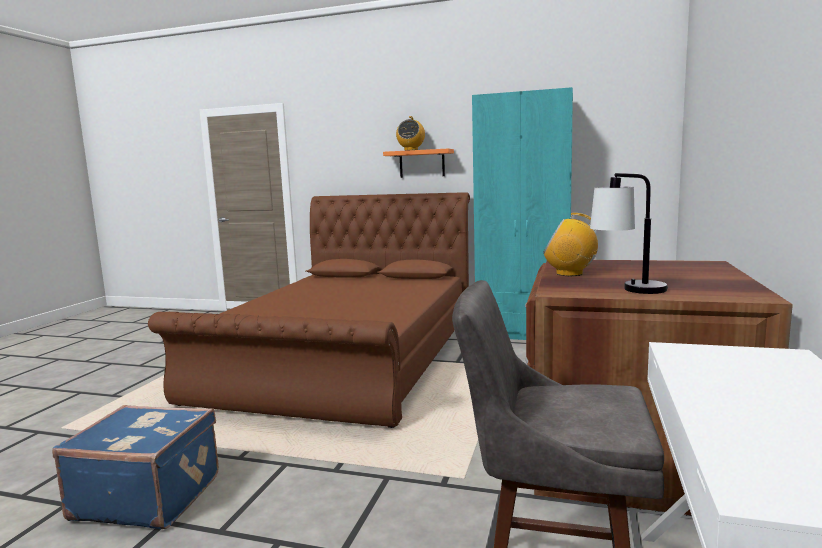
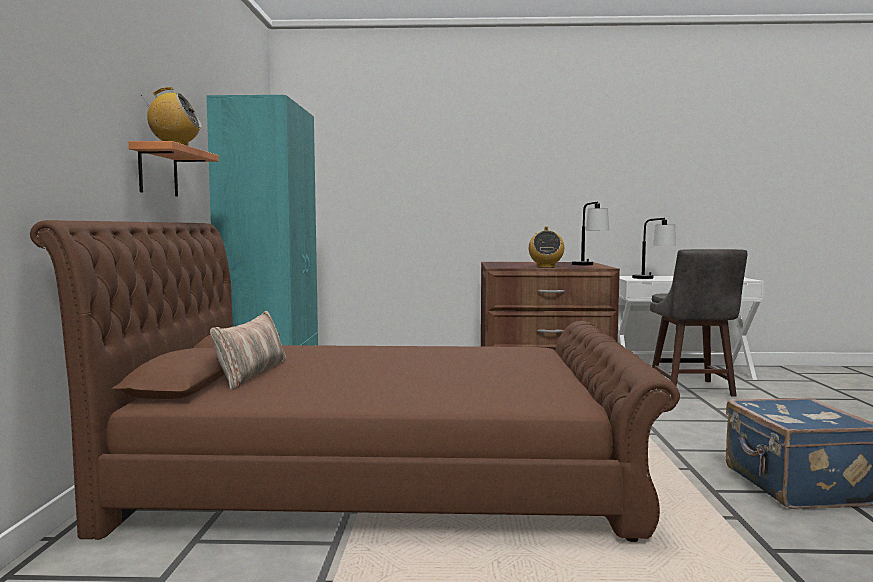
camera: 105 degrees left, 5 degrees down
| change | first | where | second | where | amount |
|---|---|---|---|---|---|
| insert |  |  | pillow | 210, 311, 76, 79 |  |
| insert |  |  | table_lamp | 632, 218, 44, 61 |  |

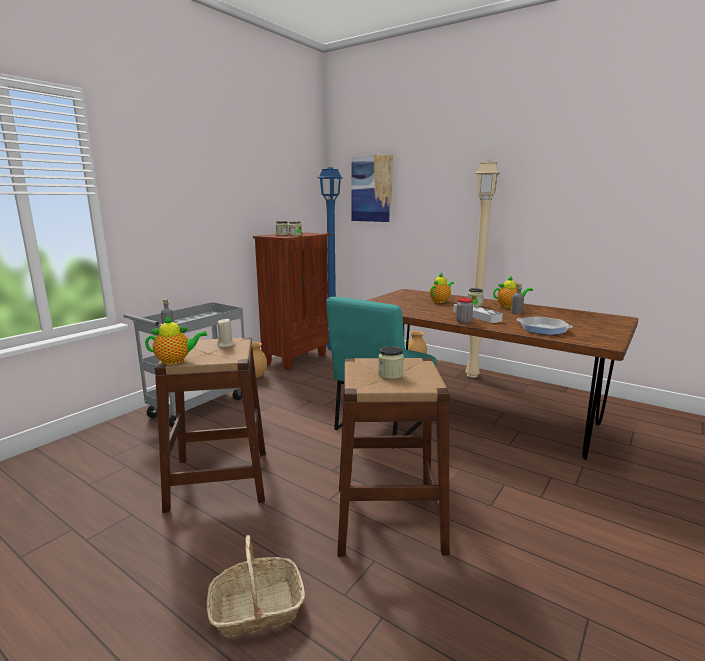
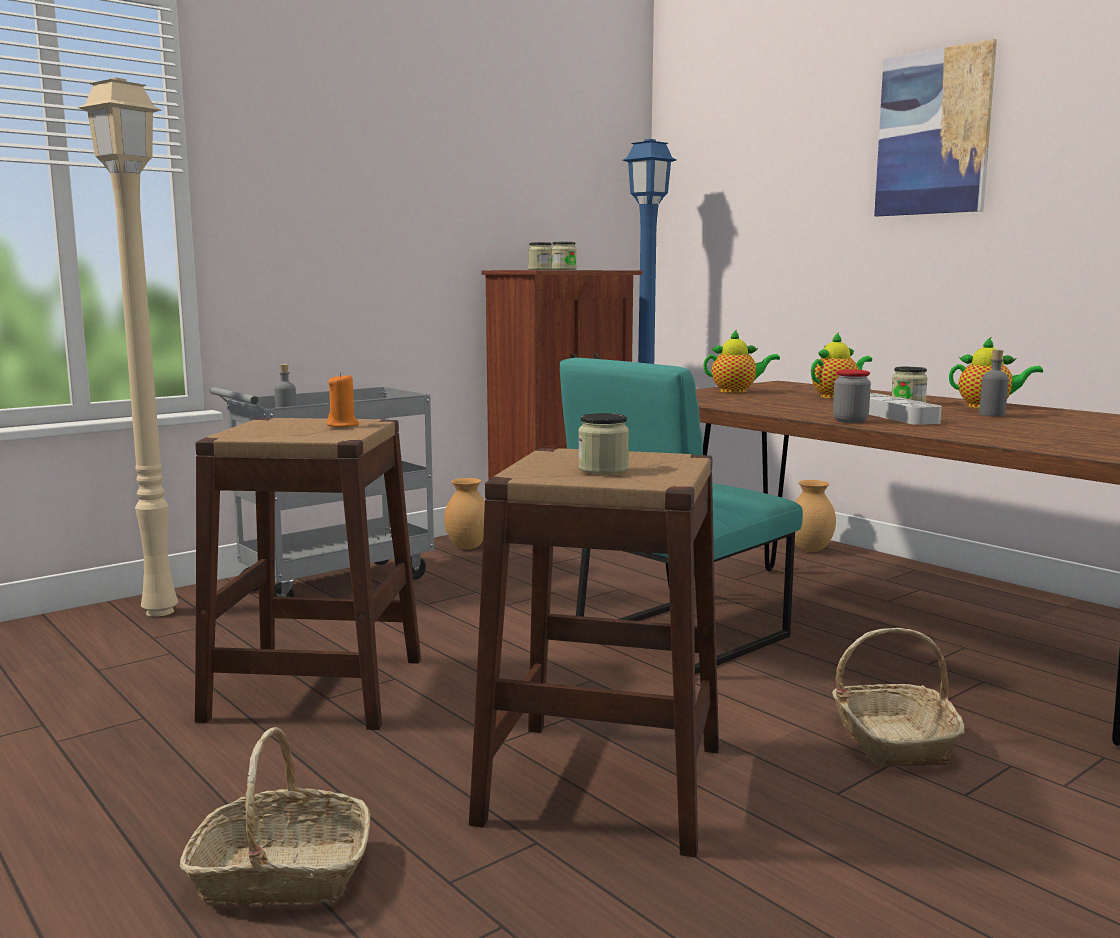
camera: 15 degrees right, 5 degrees down
| change | first | where | second | where | amount |
|---|---|---|---|---|---|
| move | beige-coloured_standing_lamp | 465, 161, 35, 217 |  | 78, 77, 100, 540 |  |
| recolor | beige-coloured_wax_candle | 217, 319, 18, 28 | orange_wax_candle | 327, 373, 32, 54 |  |
| move | tea_pot | 145, 316, 62, 49 |  | 703, 330, 77, 63 |  |
| insert |  |  | storage_basket | 832, 628, 132, 139 |  |
| move | picture | 351, 154, 42, 68 |  | 874, 39, 123, 177 |  |
| delete | skillet | 517, 316, 56, 19 |  |  |  |

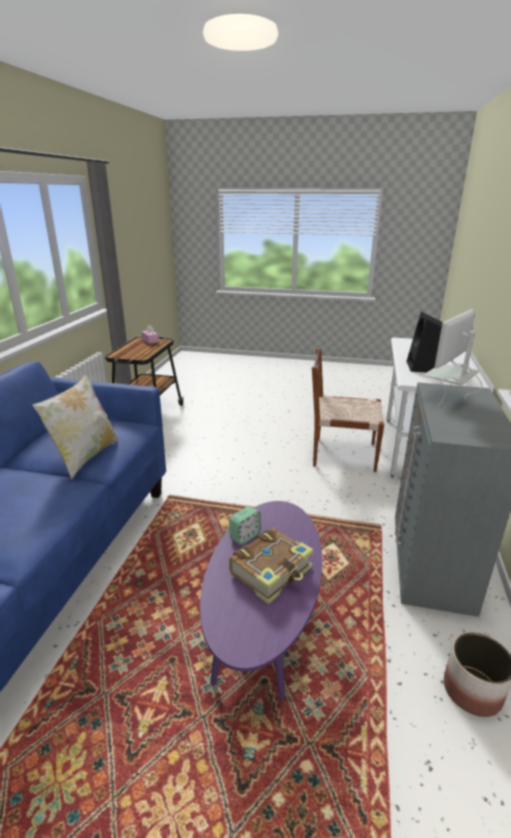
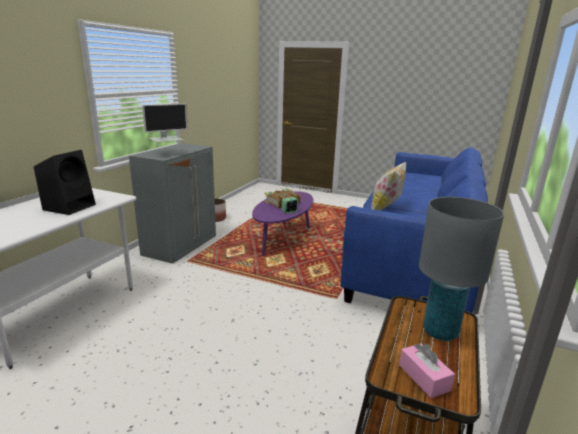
camera: 170 degrees left, 5 degrees down
| change | first | where | second | where | amount |
|---|---|---|---|---|---|
| insert |  |  | gray_table_lamp | 419, 197, 85, 144 |  |
| delete | upright_chair | 312, 348, 72, 124 |  |  |  |

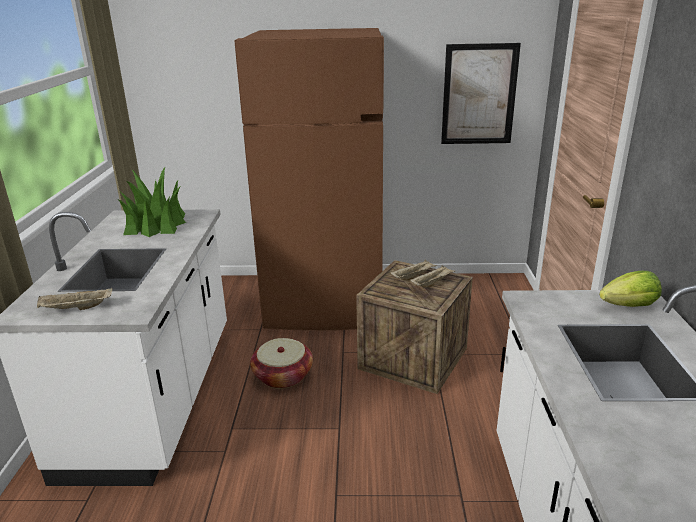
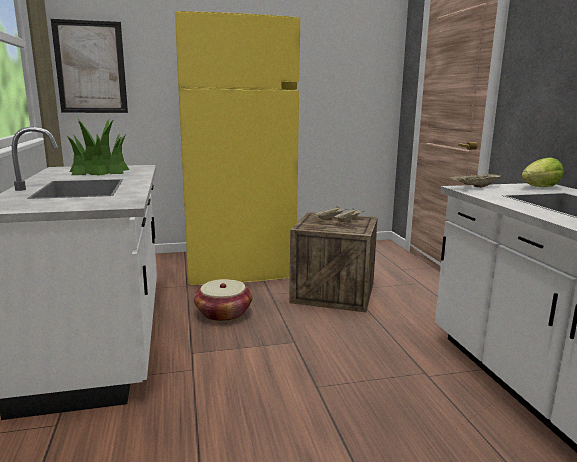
camera: 15 degrees left, 10 degrees down
| change | first | where | second | where | amount |
|---|---|---|---|---|---|
| move | picture | 441, 43, 80, 101 |  | 51, 19, 77, 94 |  |
| recolor | brown-coloured_fridge | 235, 28, 149, 303 | yellow-coloured_fridge | 175, 11, 125, 274 |  |
| move | beige-coloured_serving_tray | 37, 287, 76, 23 |  | 450, 172, 52, 16 |  |

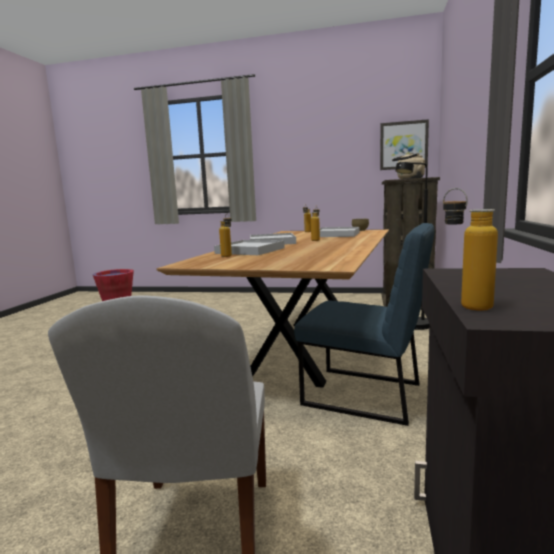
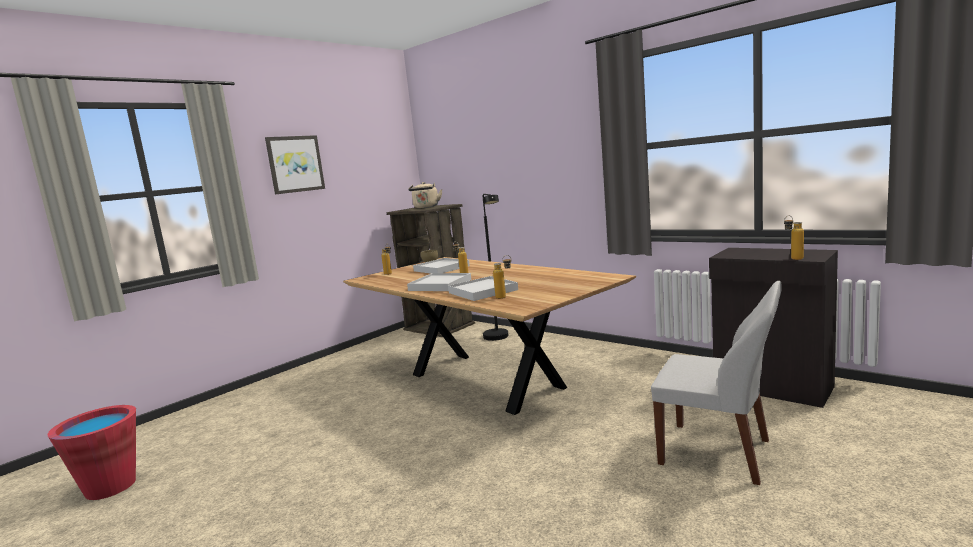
camera: 60 degrees left, 0 degrees up
| change | first | where | second | where | amount |
|---|---|---|---|---|---|
| move | picture | 380, 119, 49, 51 |  | 265, 135, 60, 59 |  |
| delete | blue-coloured_upright_chair | 294, 223, 141, 203 |  |  |  |

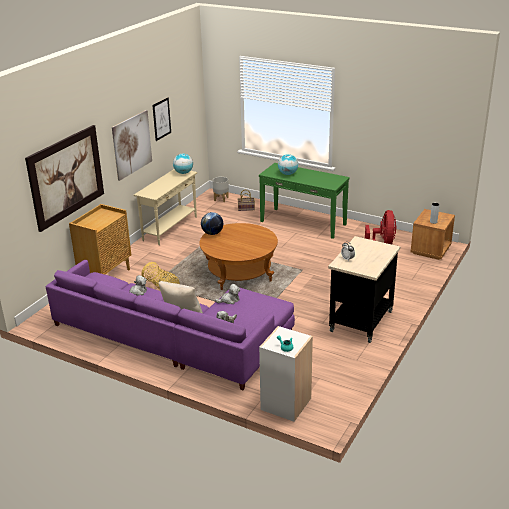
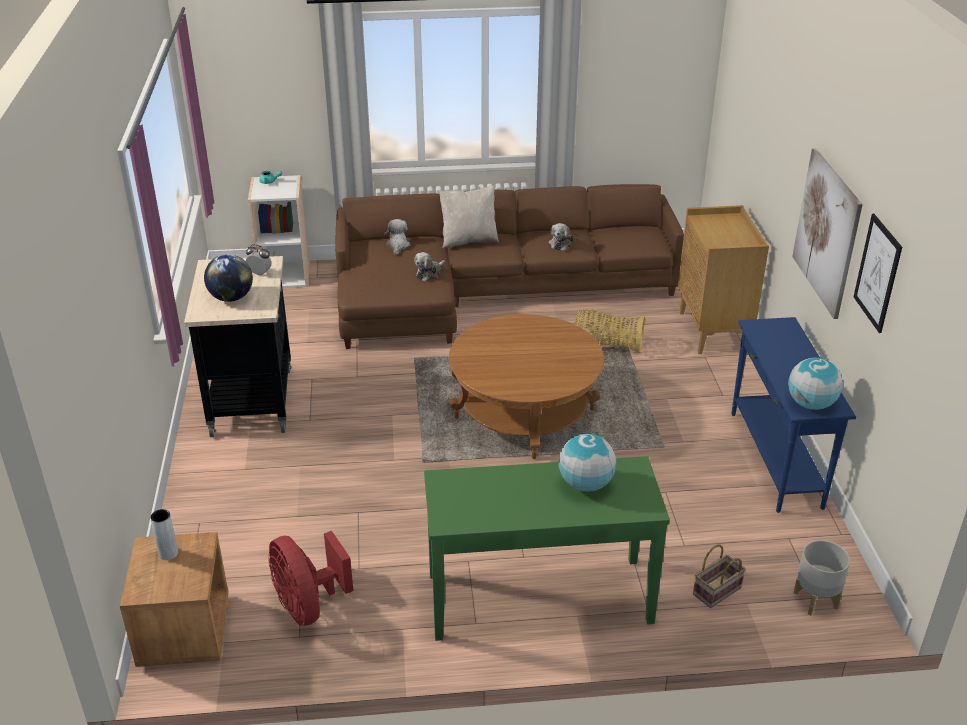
camera: 145 degrees right, 5 degrees up
| change | first | where | second | where | amount |
|---|---|---|---|---|---|
| move | world_globe | 201, 212, 22, 23 |  | 204, 254, 49, 48 |  |
| recolor | purple-coloured_sofa | 46, 260, 249, 130 | brown-coloured_sofa | 335, 184, 349, 165 |  |
| recolor | beige-coloured_hall_table | 134, 169, 63, 76 | blue-coloured_hall_table | 731, 317, 125, 196 |  |
| delete | picture | 25, 125, 79, 107 |  |  |  |

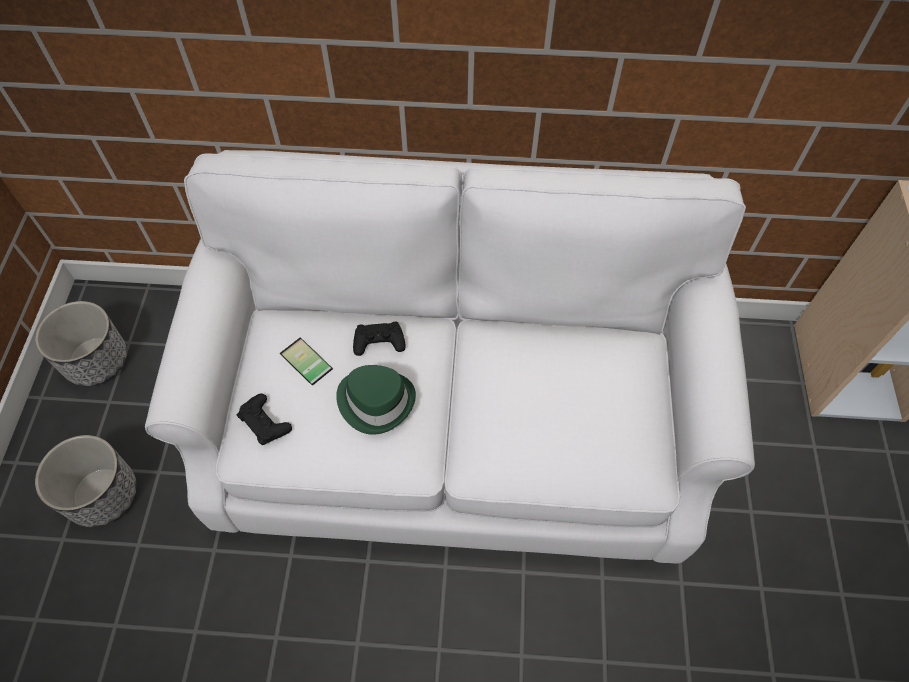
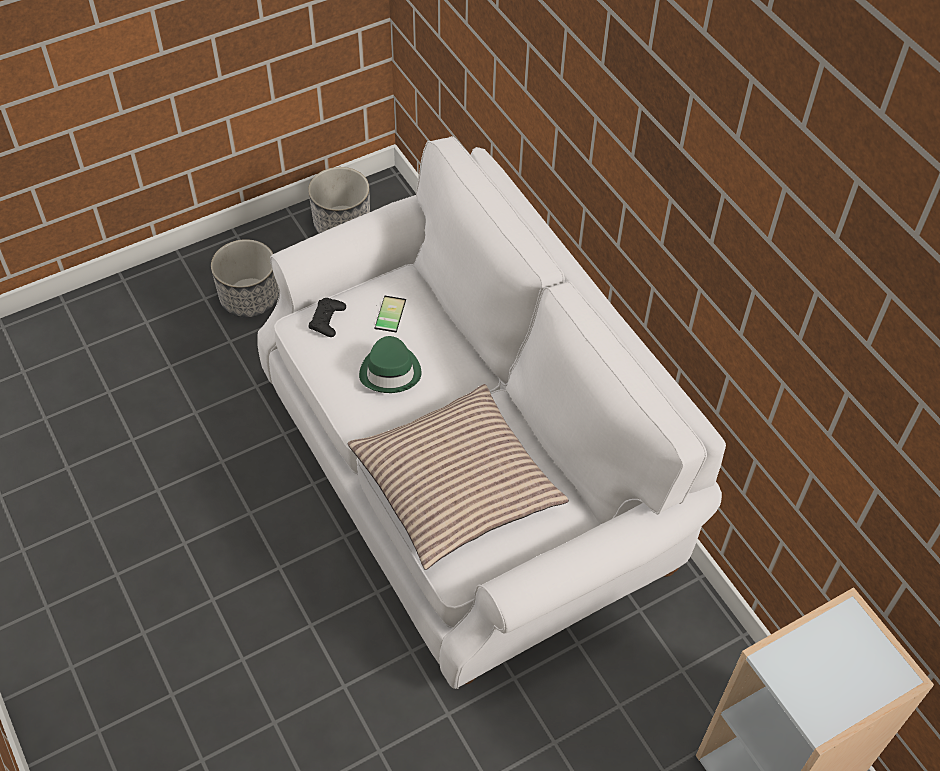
camera: 55 degrees right, 5 degrees down
| change | first | where | second | where | amount |
|---|---|---|---|---|---|
| insert |  |  | pillow | 348, 384, 221, 186 |  |
| delete | black-coloured_gamepad | 353, 322, 52, 34 |  |  |  |

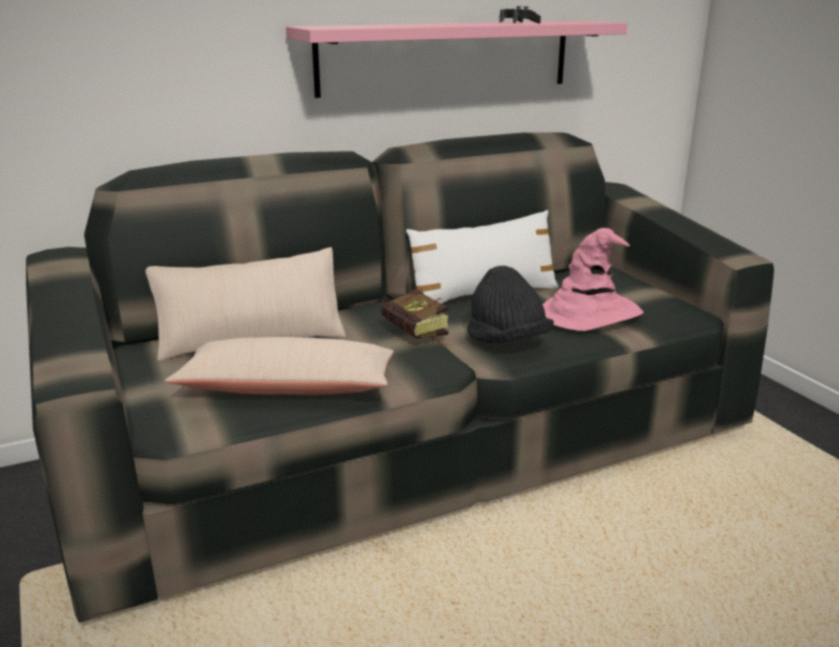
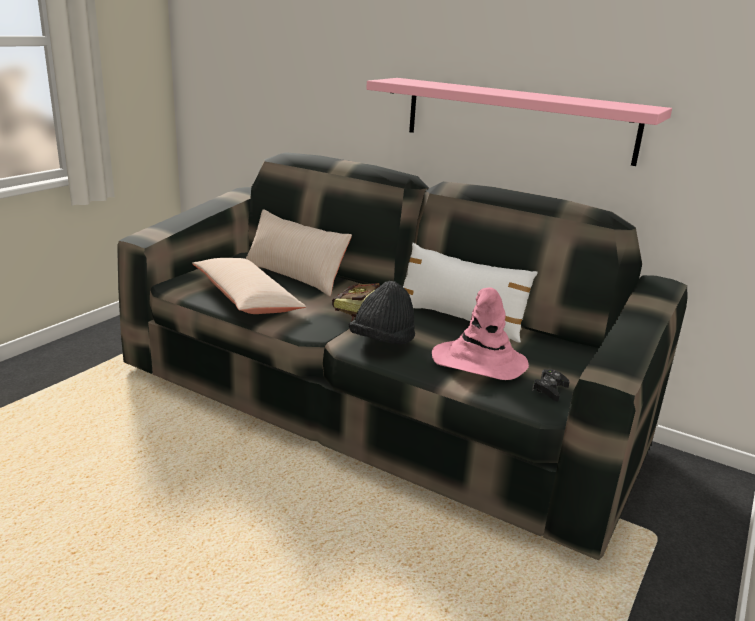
camera: 55 degrees right, 0 degrees up
| change | first | where | second | where | amount |
|---|---|---|---|---|---|
| move | black-coloured_gamepad | 499, 6, 42, 18 |  | 532, 369, 38, 32 |  |

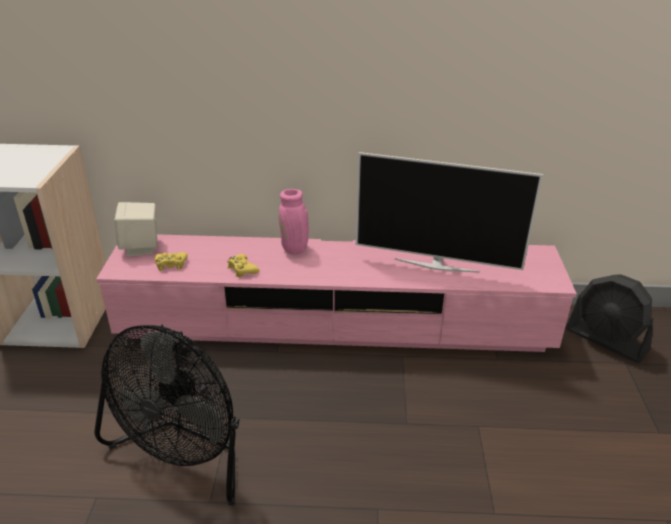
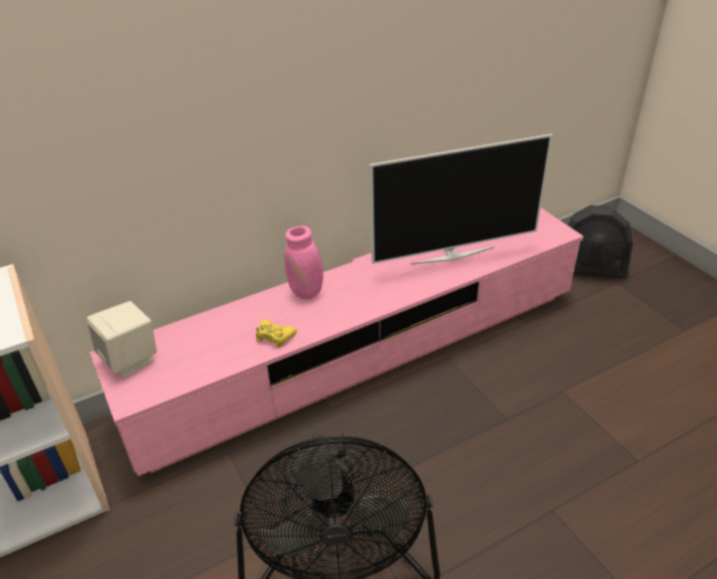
camera: 30 degrees left, 5 degrees up
| change | first | where | second | where | amount |
|---|---|---|---|---|---|
| delete | yellow-coloured_gamepad | 155, 252, 33, 19 |  |  |  |

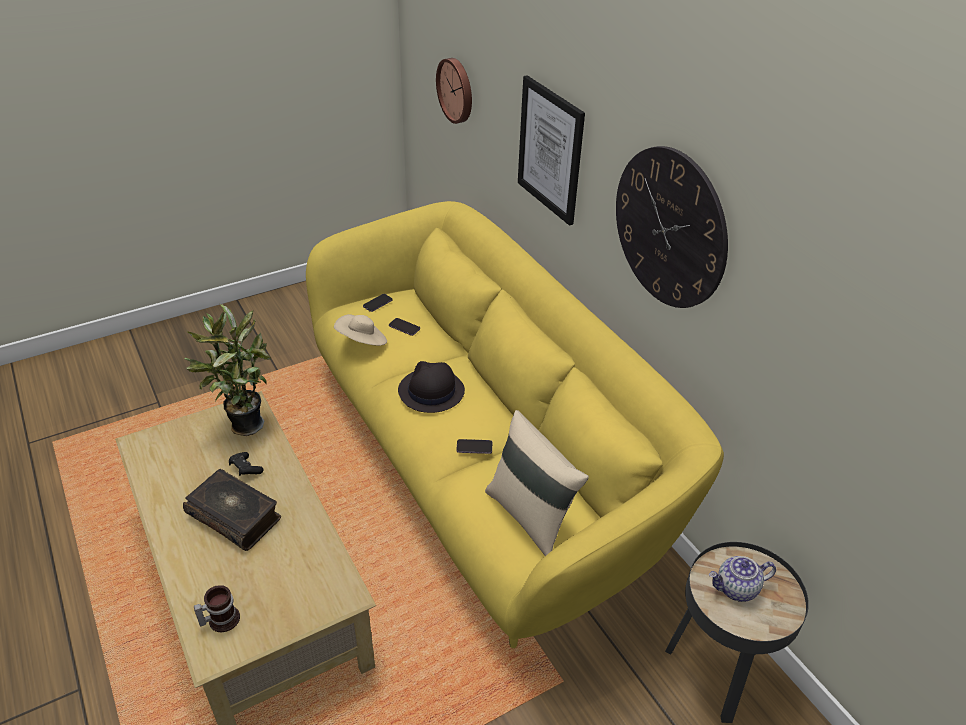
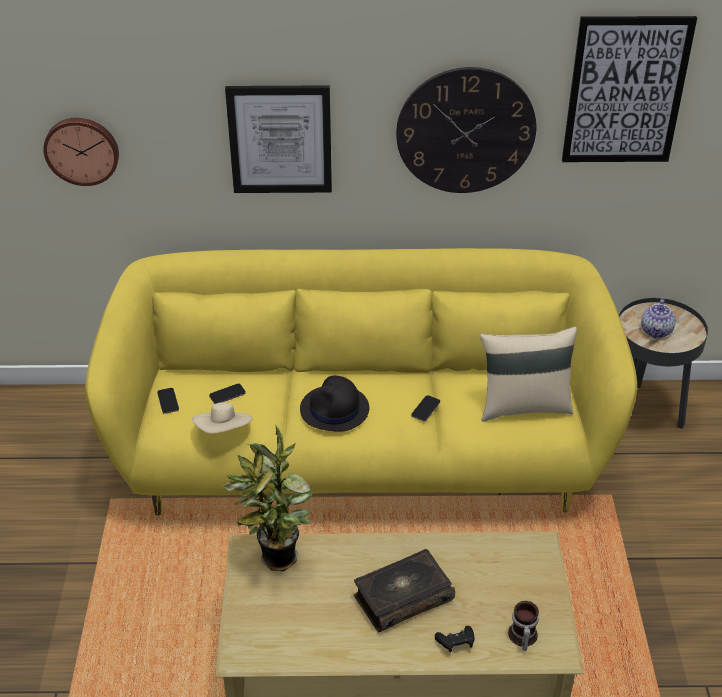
camera: 60 degrees left, 0 degrees up
| change | first | where | second | where | amount |
|---|---|---|---|---|---|
| move | black-coloured_gamepad | 229, 452, 35, 24 |  | 435, 626, 40, 26 |  |
| insert |  |  | picture | 562, 16, 135, 146 |  |

